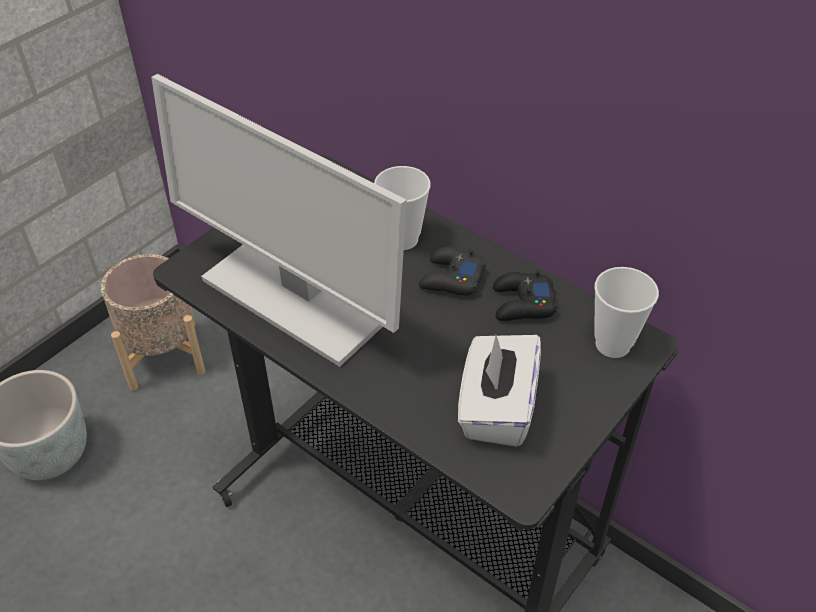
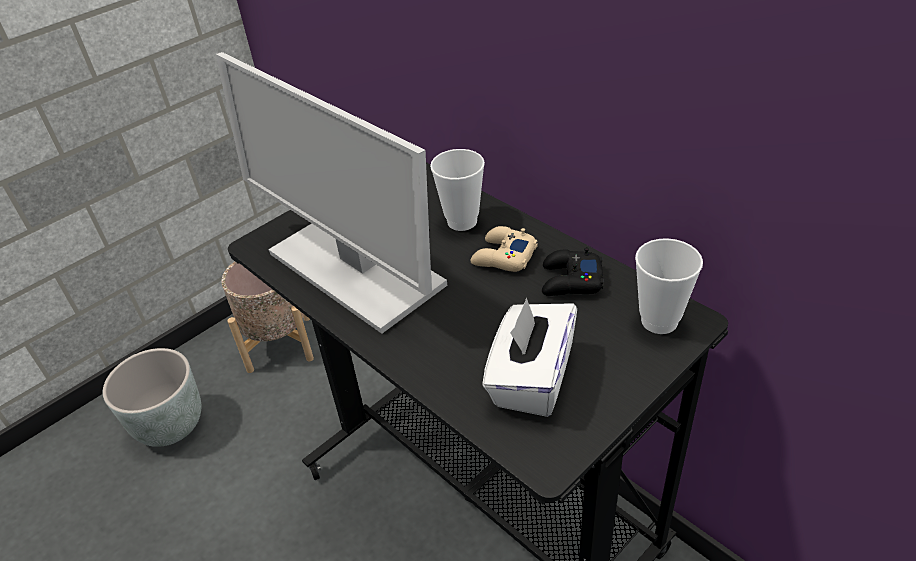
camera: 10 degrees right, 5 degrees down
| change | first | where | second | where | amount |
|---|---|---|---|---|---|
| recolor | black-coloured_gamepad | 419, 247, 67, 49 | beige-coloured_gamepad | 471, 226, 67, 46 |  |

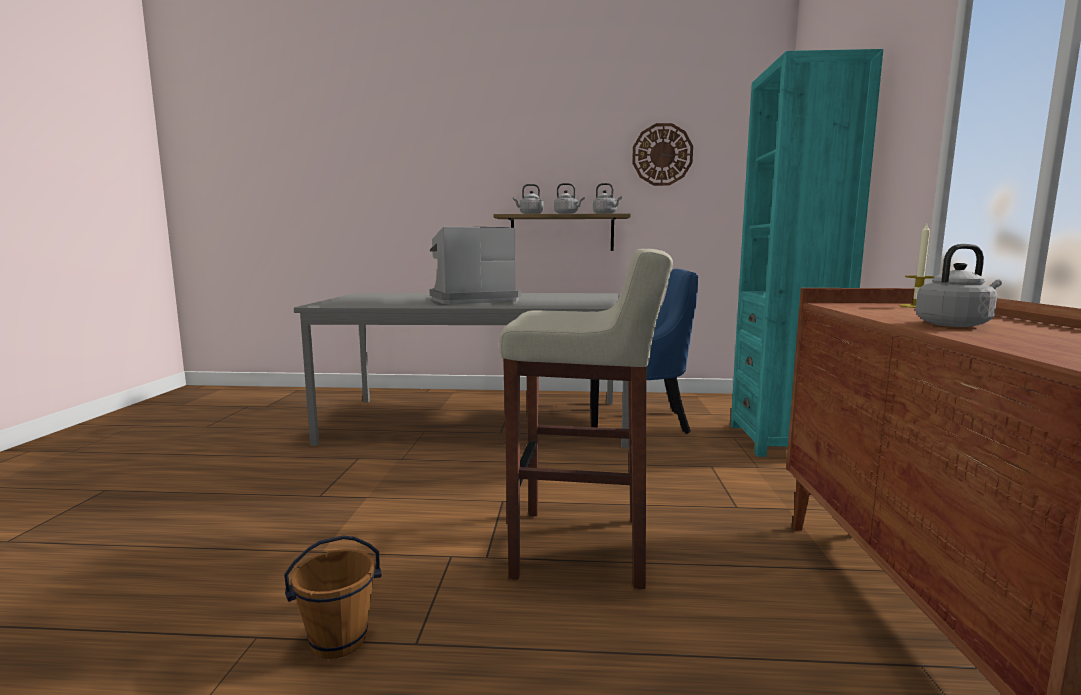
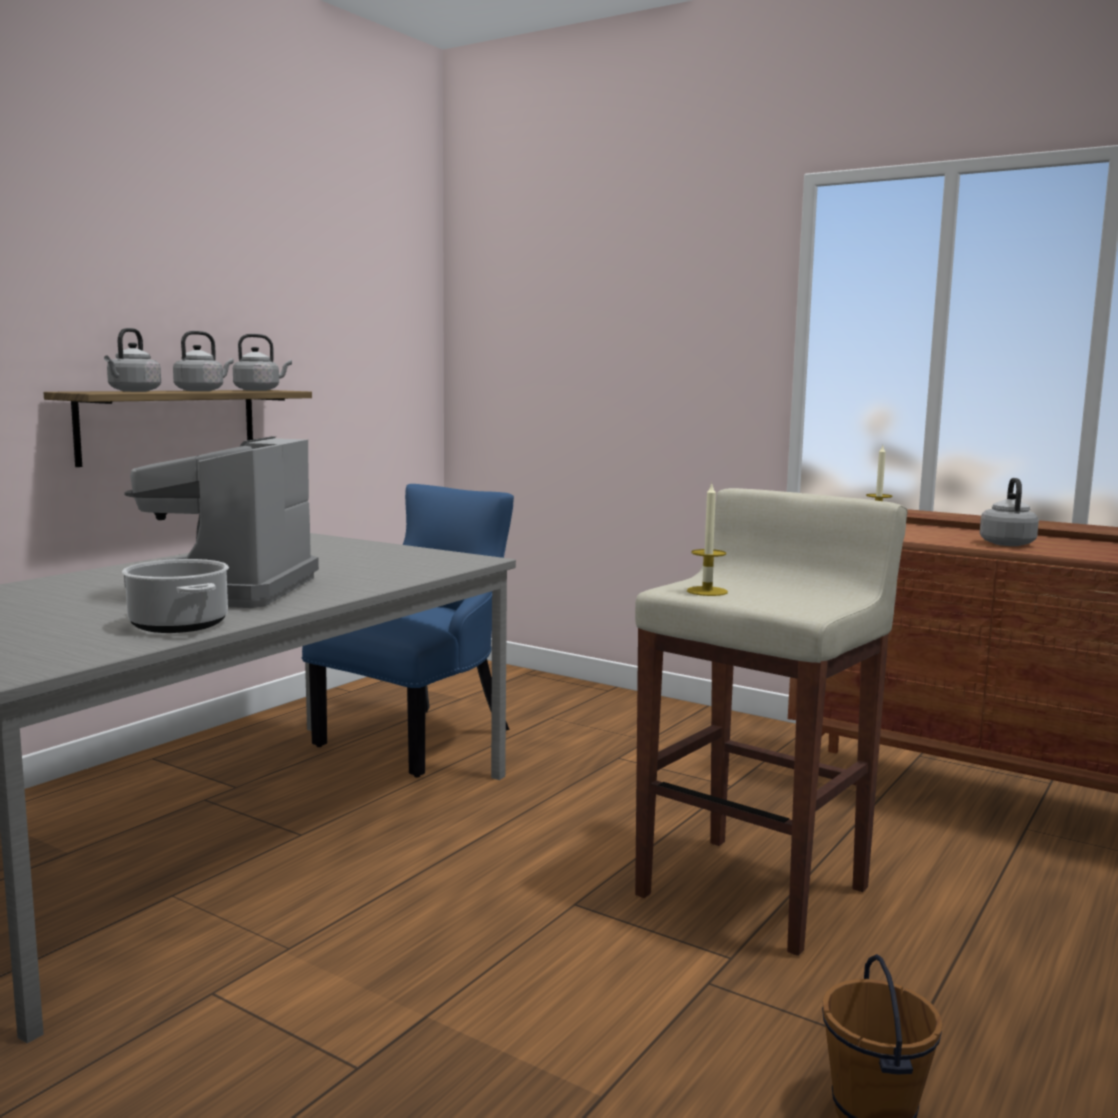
camera: 60 degrees left, 0 degrees up
| change | first | where | second | where | amount |
|---|---|---|---|---|---|
| insert |  |  | stockpot | 122, 559, 107, 74 |  |
| insert |  |  | wax_candle | 687, 484, 41, 112 |  |
| delete | hanging_clock | 632, 123, 61, 63 |  |  |  |
| delete | turquoise_bookshelf | 731, 49, 153, 408 |  |  |  |

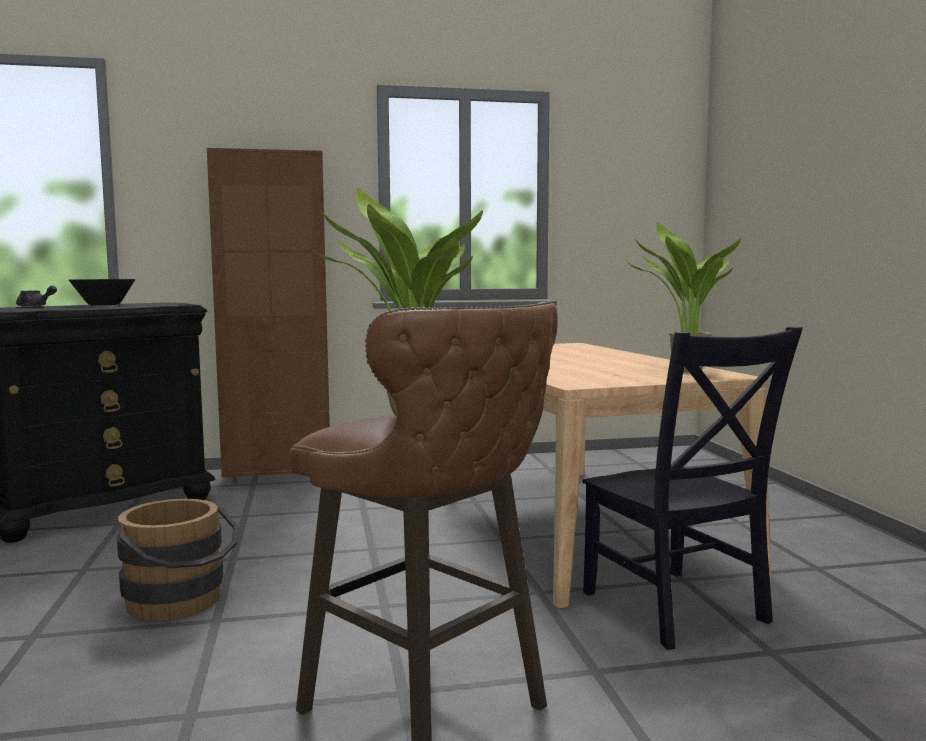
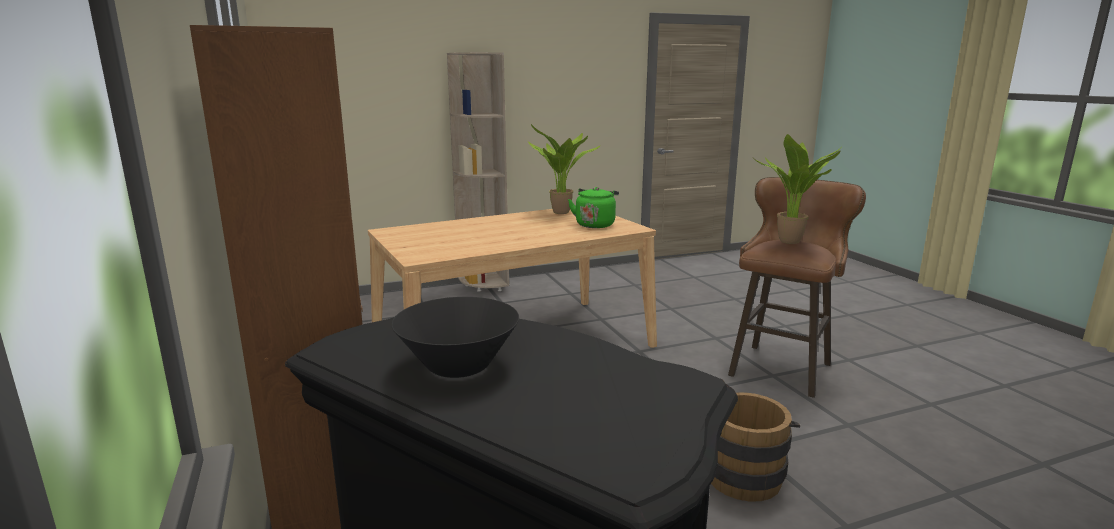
camera: 100 degrees left, 10 degrees up
| change | first | where | second | where | amount |
|---|---|---|---|---|---|
| insert |  |  | beige-coloured_bookshelf | 447, 52, 62, 240 |  |
| insert |  |  | green_water_kettle | 568, 187, 51, 41 |  |
| delete | gray_tea_pot | 16, 286, 41, 21 |  |  |  |
| delete | black-coloured_upright_chair | 582, 327, 221, 323 |  |  |  |

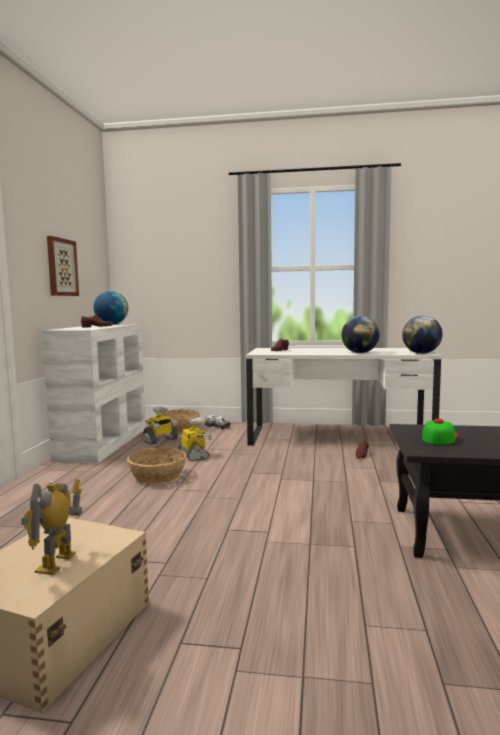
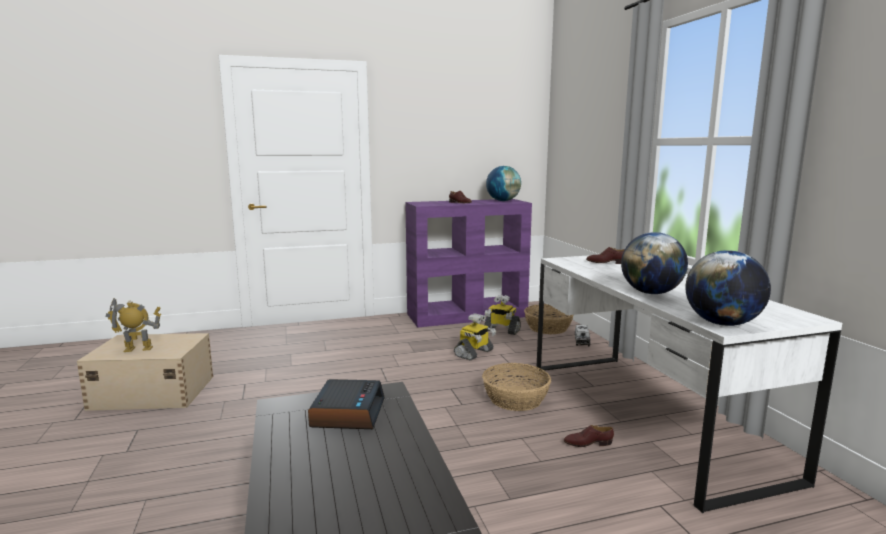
camera: 65 degrees right, 5 degrees up
| change | first | where | second | where | amount |
|---|---|---|---|---|---|
| replace | peaked_cap | 422, 419, 36, 26 | bedside_clock | 308, 379, 77, 50 |  |
| recolor | whitish_bookshelf | 42, 324, 104, 139 | purple-coloured_bookshelf | 405, 199, 127, 129 |  |
| move | storage_basket | 127, 447, 59, 37 |  | 482, 363, 69, 48 |  |
| delete | picture | 47, 236, 32, 60 |  |  |  |

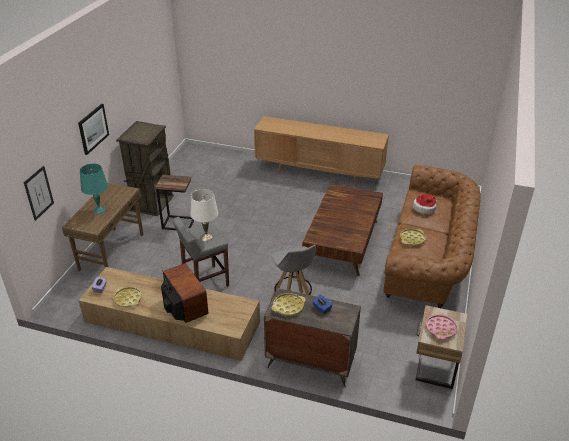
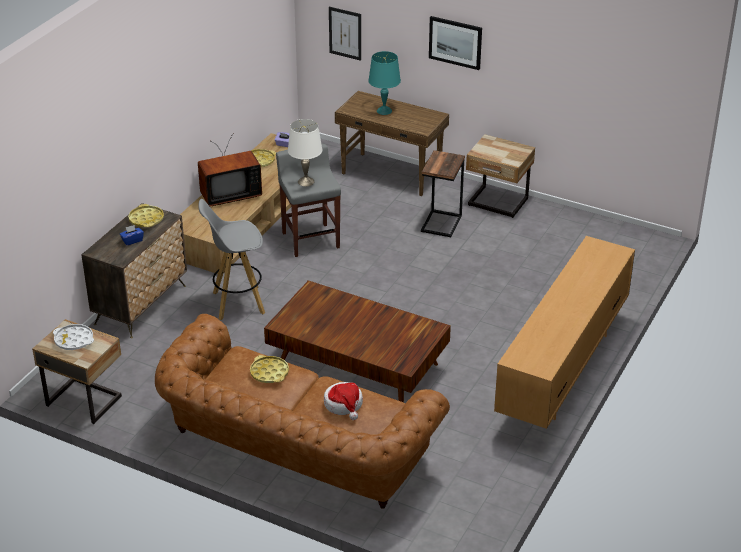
camera: 100 degrees right, 0 degrees up
| change | first | where | second | where | amount |
|---|---|---|---|---|---|
| recolor | pink-coloured_serving_tray | 426, 313, 31, 27 | whitish_serving_tray | 53, 324, 41, 26 |  |
| replace | brown-coloured_bookshelf | 116, 121, 58, 95 | beige-coloured_bedside_table | 466, 134, 69, 84 |  |

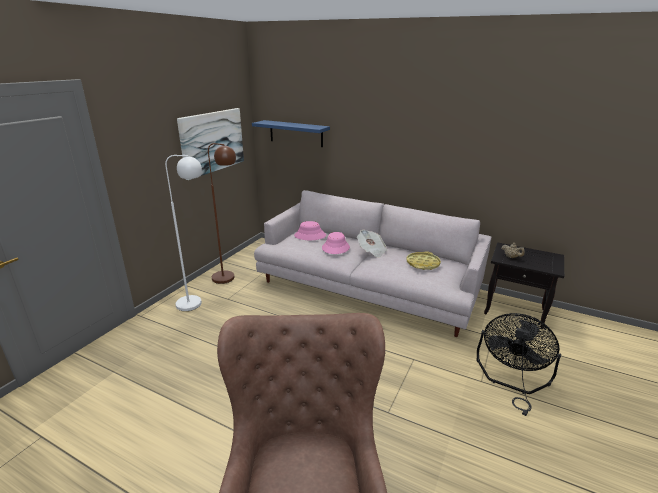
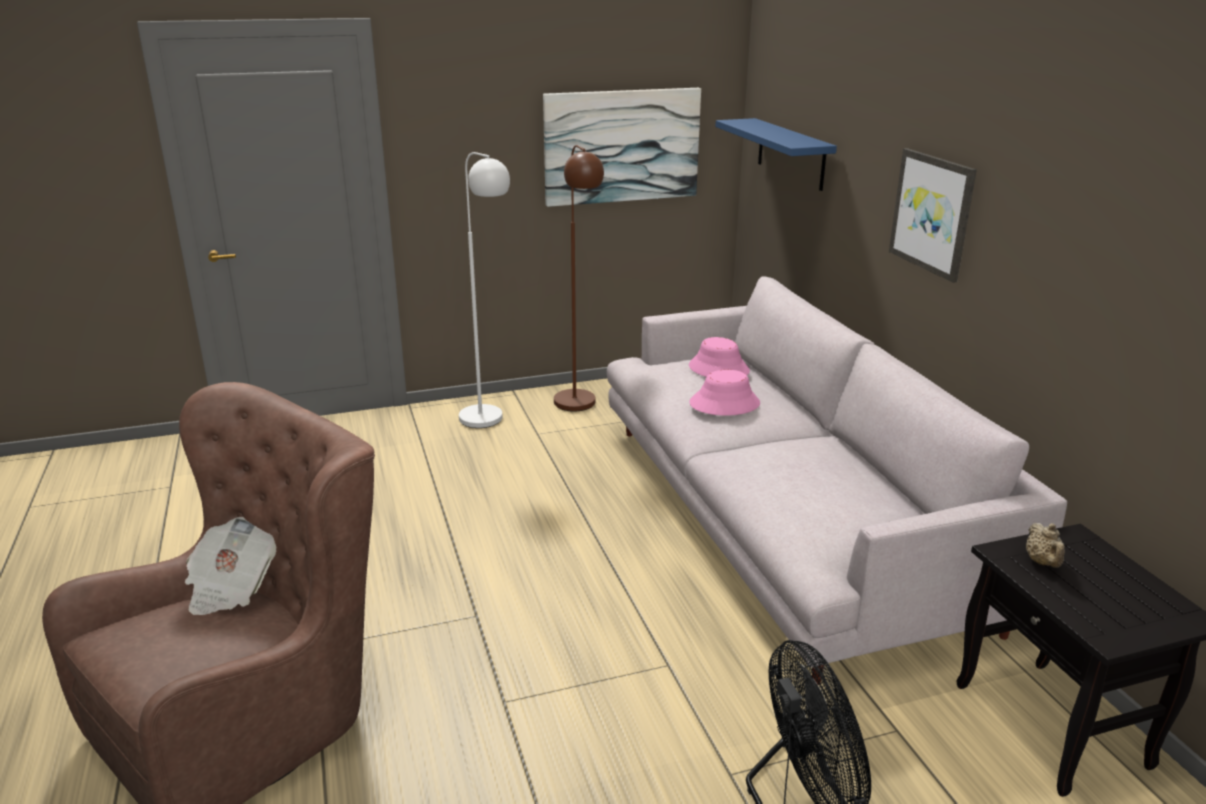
camera: 45 degrees right, 0 degrees up
| change | first | where | second | where | amount |
|---|---|---|---|---|---|
| move | printed_paper | 357, 230, 30, 28 |  | 185, 517, 91, 98 |  |
| insert |  |  | picture | 889, 148, 88, 135 |  |
| delete | yellow-coloured_serving_tray | 407, 251, 34, 19 |  |  |  |

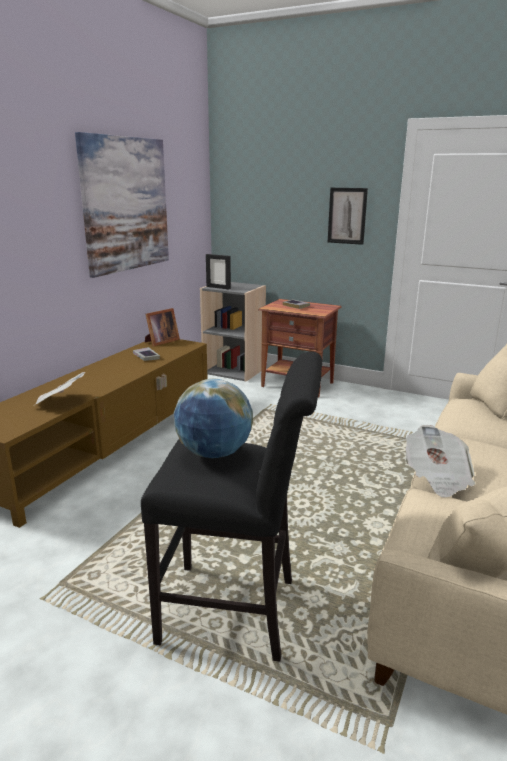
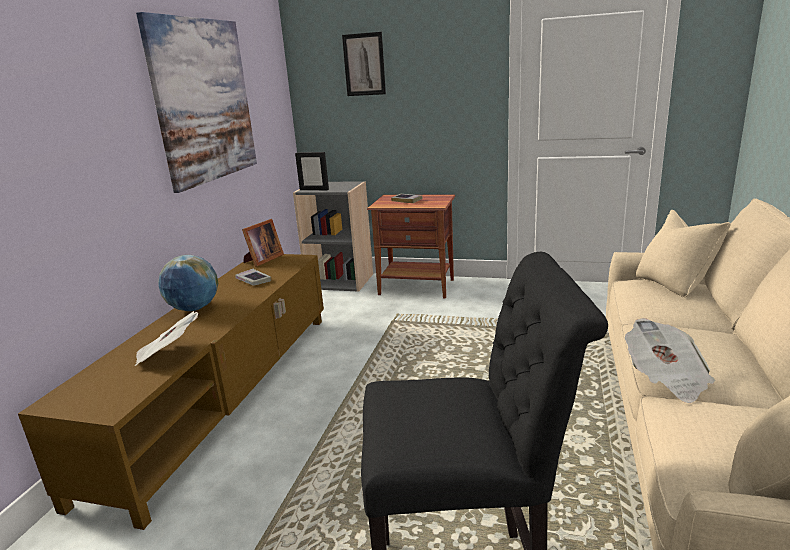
camera: 10 degrees left, 0 degrees up
| change | first | where | second | where | amount |
|---|---|---|---|---|---|
| move | world_globe | 174, 379, 79, 79 |  | 158, 255, 60, 56 |  |
| move | picture | 328, 188, 40, 57 |  | 342, 32, 44, 64 |  |

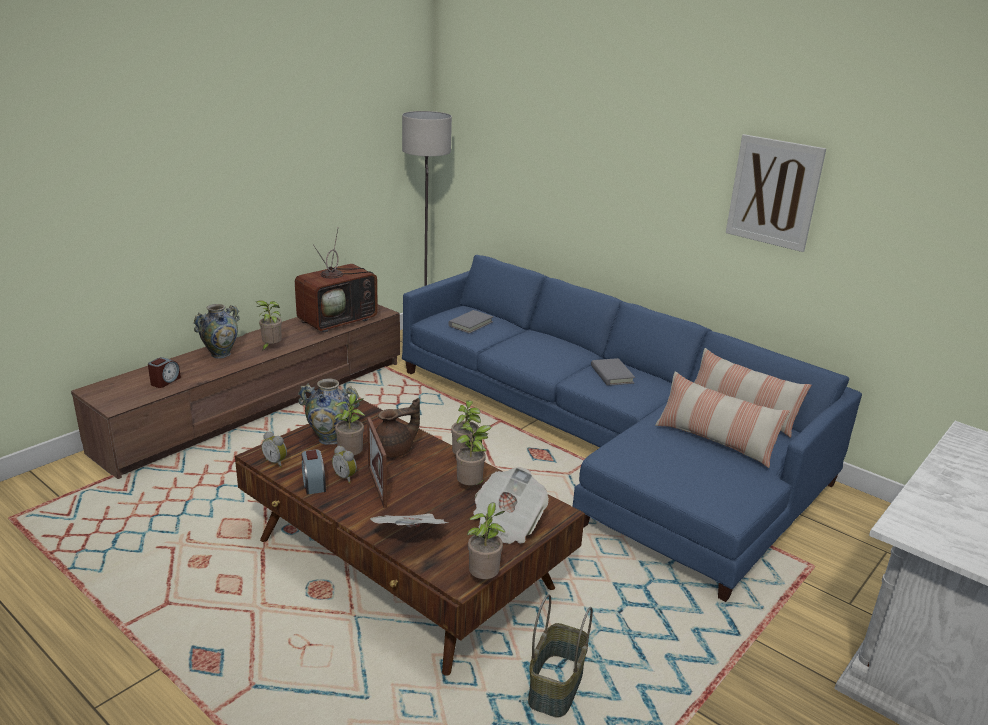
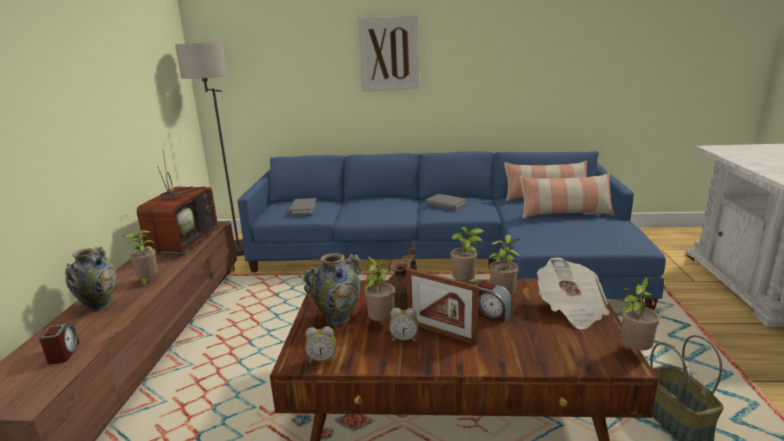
camera: 35 degrees left, 5 degrees down
| change | first | where | second | where | amount |
|---|---|---|---|---|---|
| move | picture | 726, 134, 100, 118 |  | 358, 15, 61, 76 |  |
| move | bedside_clock | 302, 450, 24, 45 |  | 477, 281, 35, 41 |  |
| delete | printed_paper | 370, 514, 78, 14 |  |  |  |

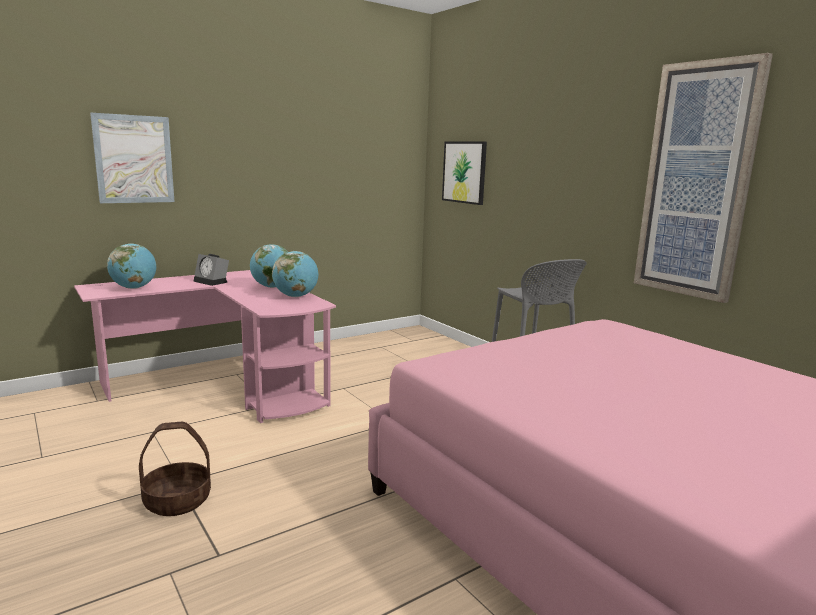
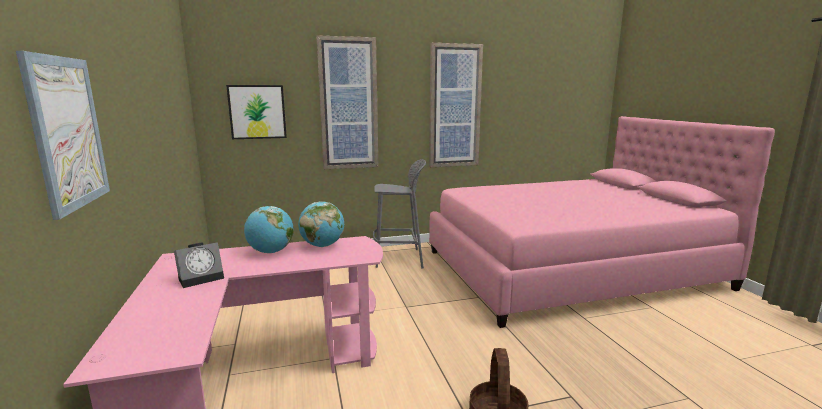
camera: 70 degrees left, 0 degrees up
| change | first | where | second | where | amount |
|---|---|---|---|---|---|
| insert |  |  | picture | 316, 35, 62, 134 |  |
| delete | world_globe | 107, 243, 49, 46 |  |  |  |

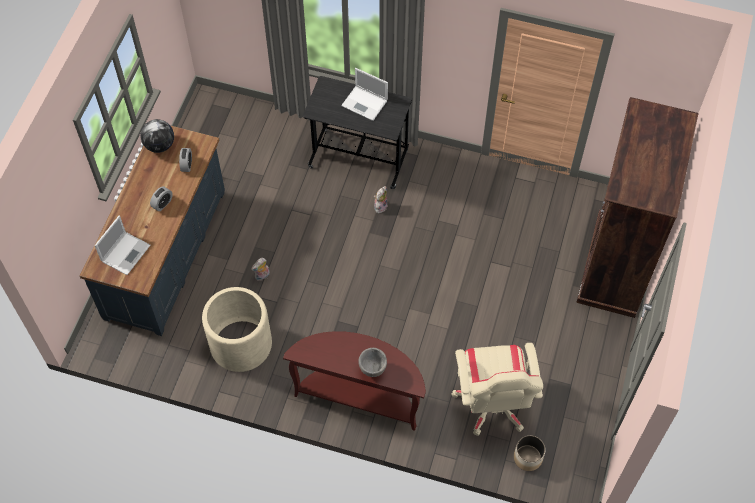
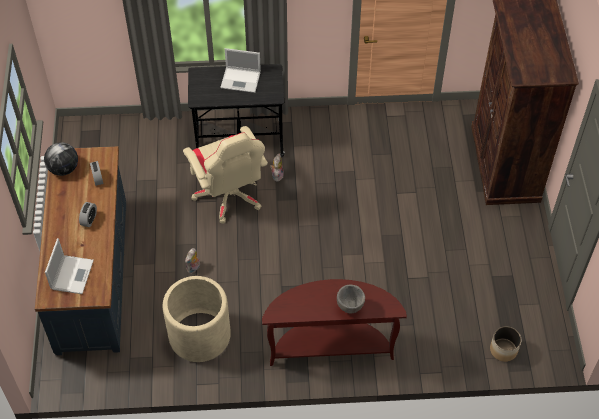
camera: 20 degrees left, 5 degrees down
| change | first | where | second | where | amount |
|---|---|---|---|---|---|
| move | beige-coloured_desk_chair | 451, 343, 92, 93 |  | 183, 126, 85, 98 |  |

